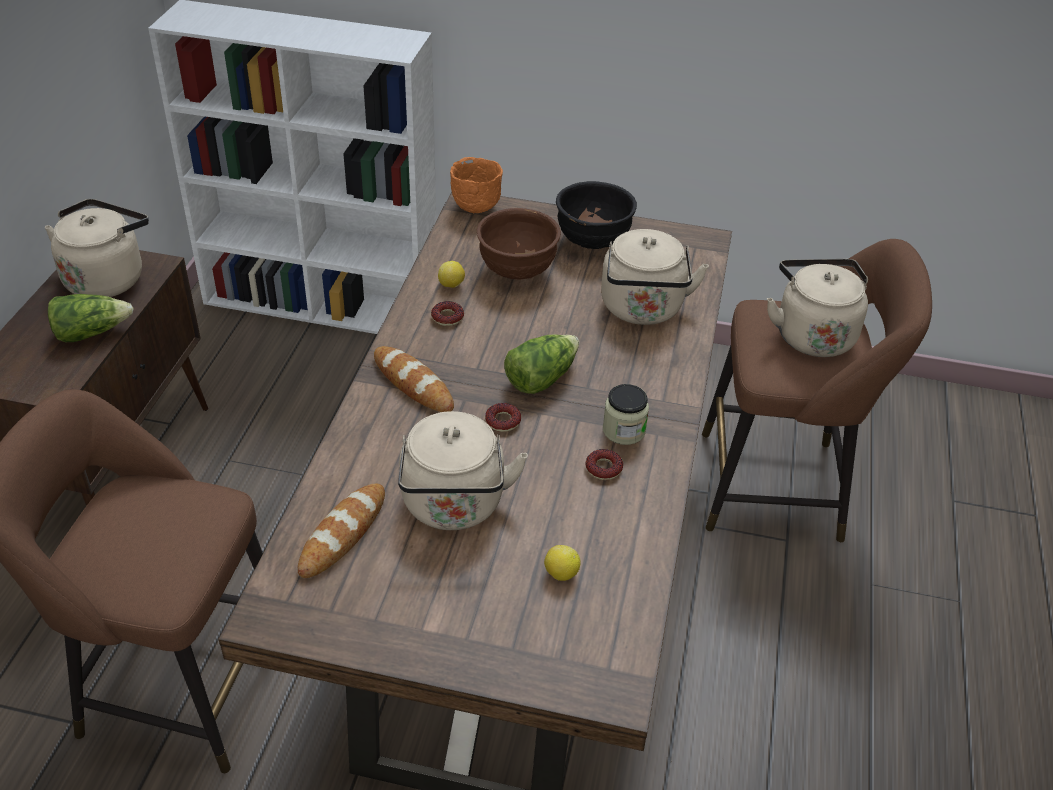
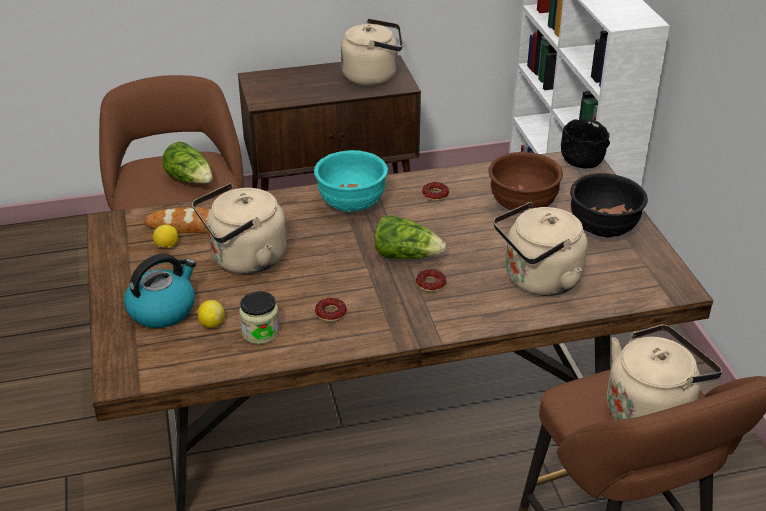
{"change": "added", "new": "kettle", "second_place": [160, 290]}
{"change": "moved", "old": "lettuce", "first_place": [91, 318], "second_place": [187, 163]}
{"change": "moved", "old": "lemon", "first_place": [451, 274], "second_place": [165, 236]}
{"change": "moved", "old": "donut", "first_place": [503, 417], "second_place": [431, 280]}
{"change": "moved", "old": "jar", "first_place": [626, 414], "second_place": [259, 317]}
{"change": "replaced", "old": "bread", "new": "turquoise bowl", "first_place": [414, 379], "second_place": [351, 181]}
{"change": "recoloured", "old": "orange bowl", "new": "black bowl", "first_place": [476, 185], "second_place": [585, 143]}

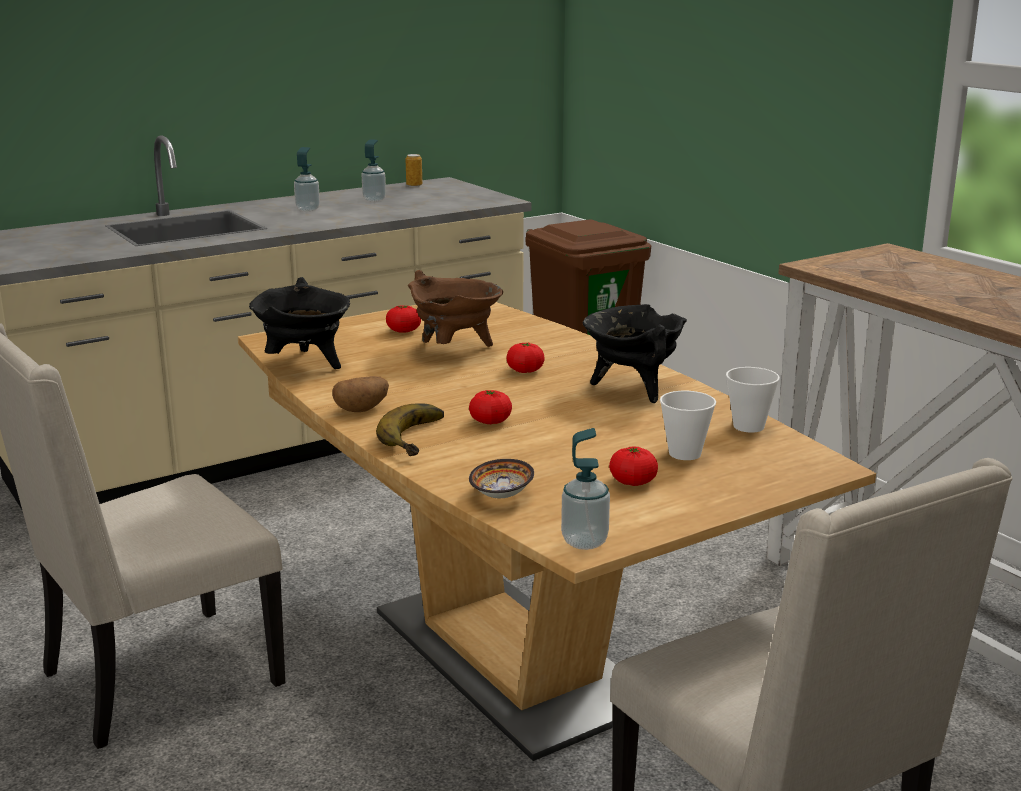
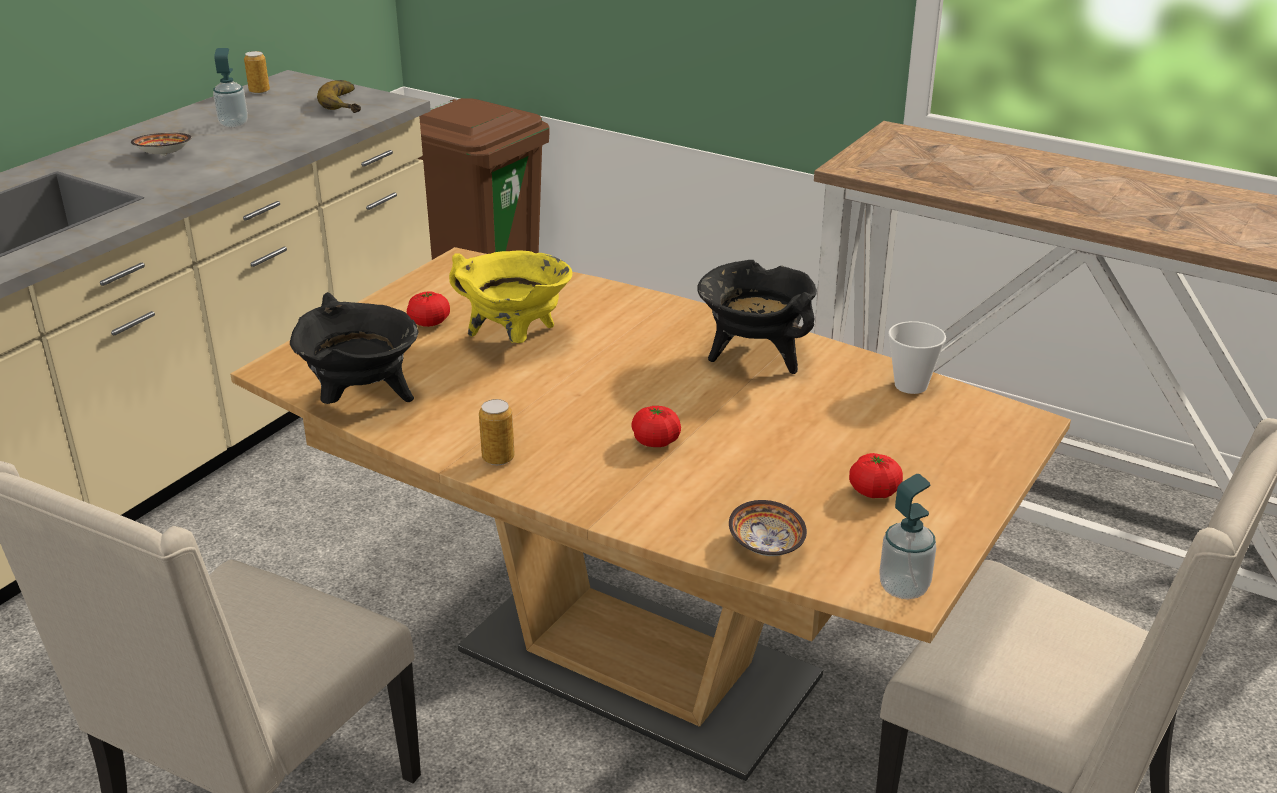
{"change": "removed", "old": "tomato", "first_place": [525, 358]}
{"change": "removed", "old": "cup", "first_place": [688, 425]}
{"change": "moved", "old": "banana", "first_place": [410, 429], "second_place": [339, 96]}
{"change": "replaced", "old": "soap dispenser", "new": "bowl", "first_place": [307, 179], "second_place": [161, 144]}
{"change": "replaced", "old": "potato", "new": "can", "first_place": [360, 394], "second_place": [497, 432]}
{"change": "recoloured", "old": "brown cooking pot", "new": "yellow cooking pot", "first_place": [455, 308], "second_place": [510, 297]}

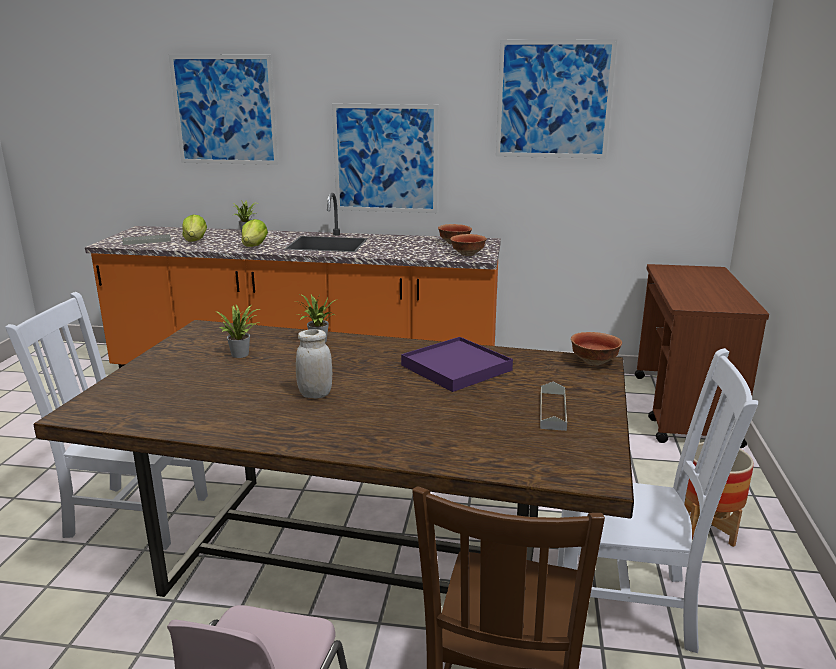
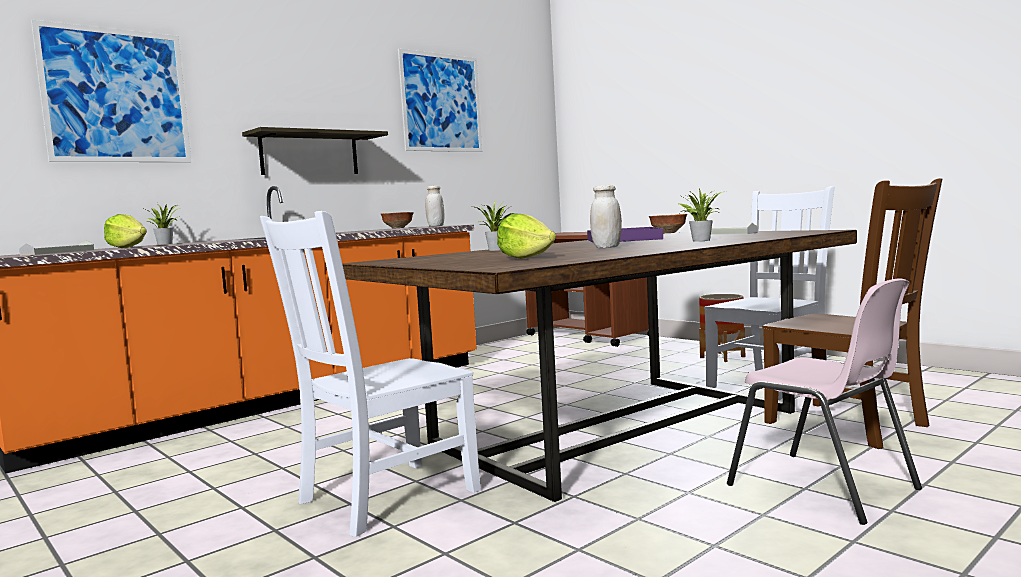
{"change": "moved", "old": "potted plant", "first_place": [237, 331], "second_place": [700, 215]}
{"change": "moved", "old": "lettuce", "first_place": [255, 233], "second_place": [526, 236]}
{"change": "replaced", "old": "picture", "new": "shelf", "first_place": [385, 158], "second_place": [315, 151]}
{"change": "replaced", "old": "bowl", "new": "white jar", "first_place": [468, 245], "second_place": [434, 206]}

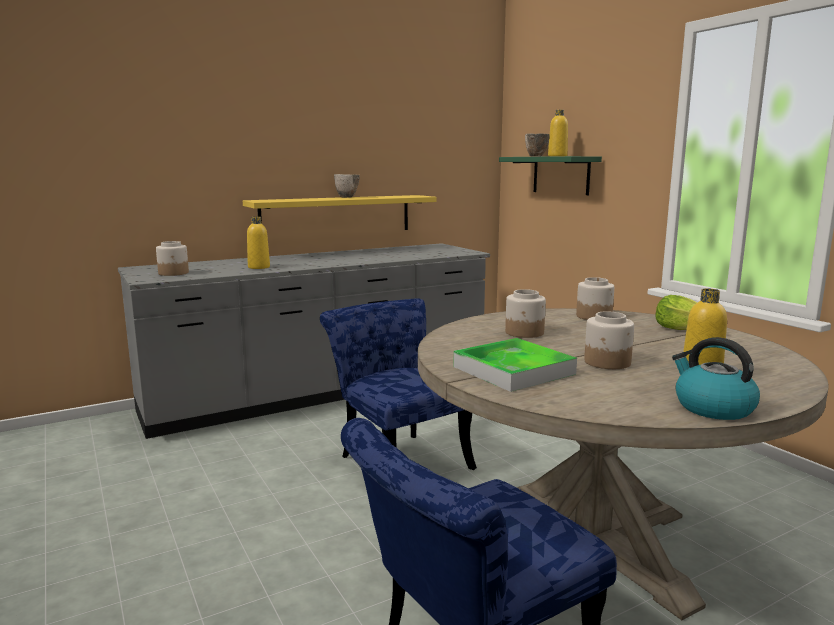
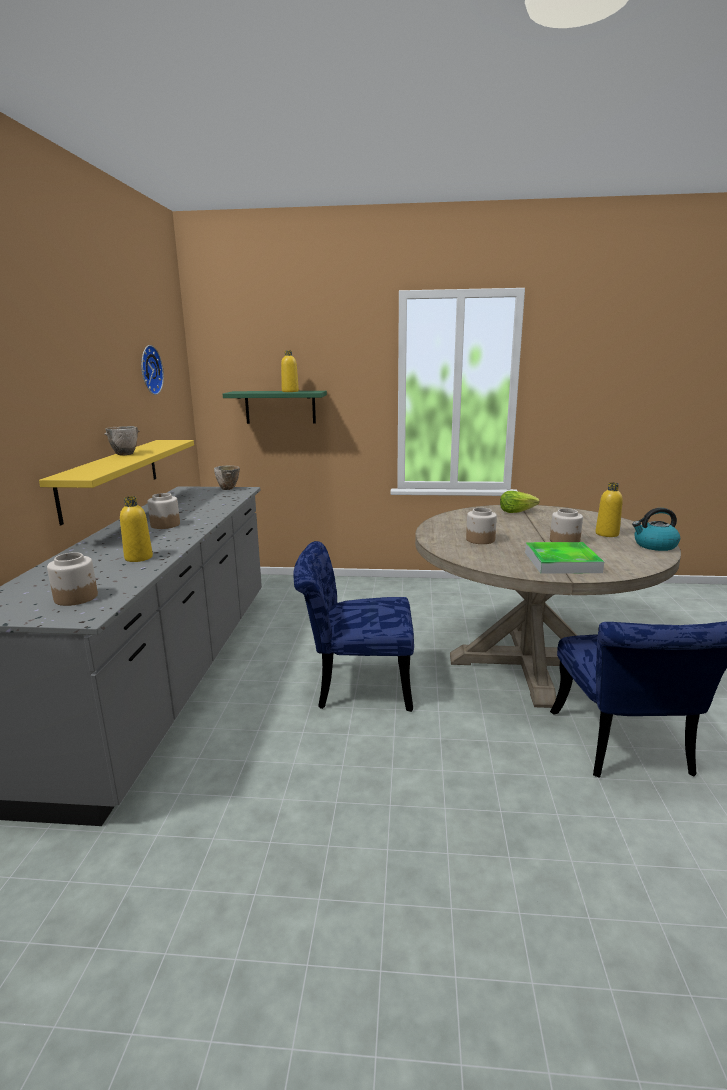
{"change": "added", "new": "wall clock", "second_place": [152, 370]}
{"change": "moved", "old": "bowl", "first_place": [537, 145], "second_place": [227, 477]}
{"change": "moved", "old": "jar", "first_place": [595, 298], "second_place": [163, 511]}

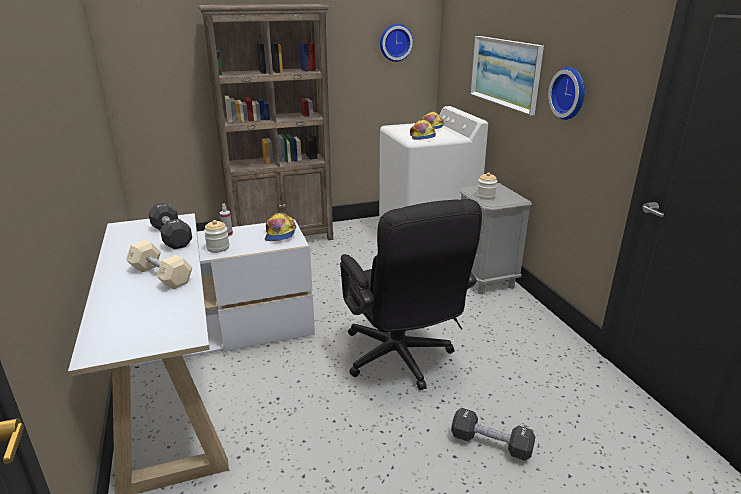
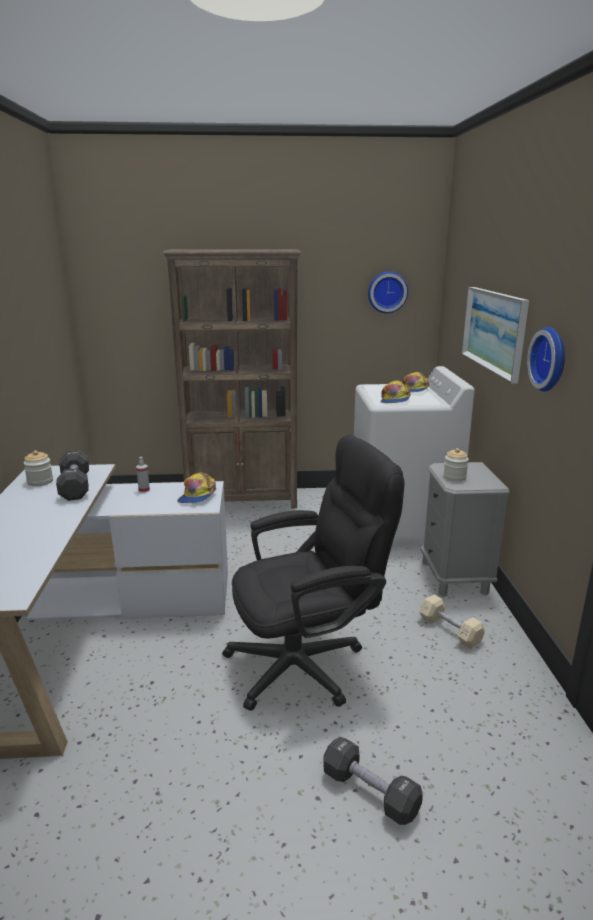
{"change": "moved", "old": "beige dumbbell", "first_place": [159, 264], "second_place": [452, 621]}
{"change": "moved", "old": "jar", "first_place": [217, 236], "second_place": [38, 468]}
{"change": "turned", "old": "black office chair", "first_place": [411, 294], "second_place": [313, 573], "degrees": -105}

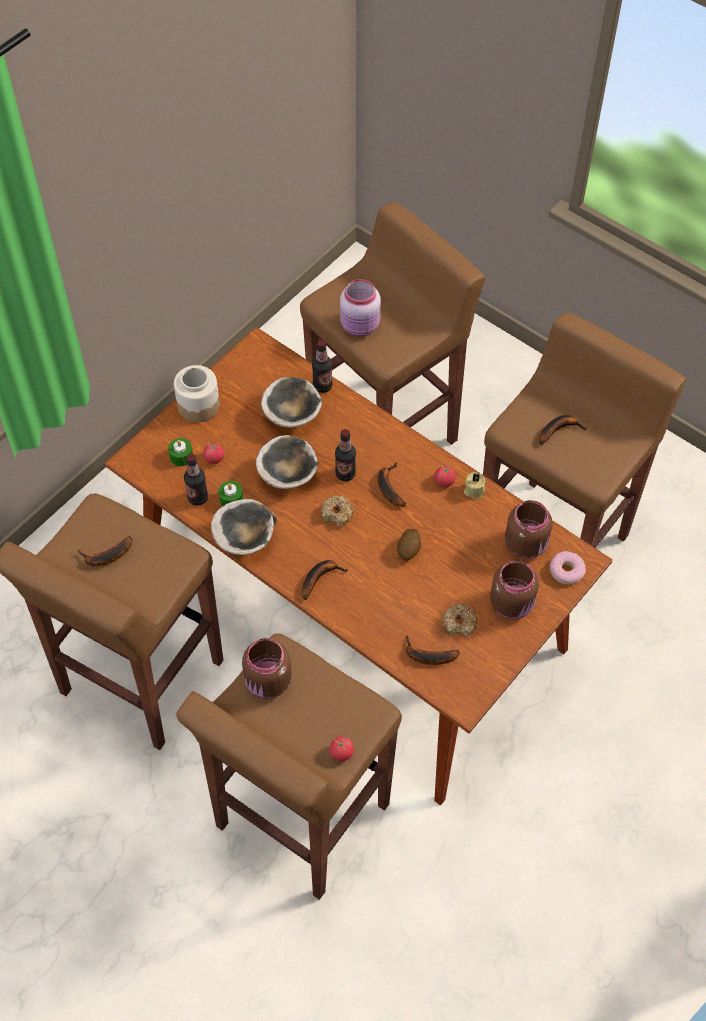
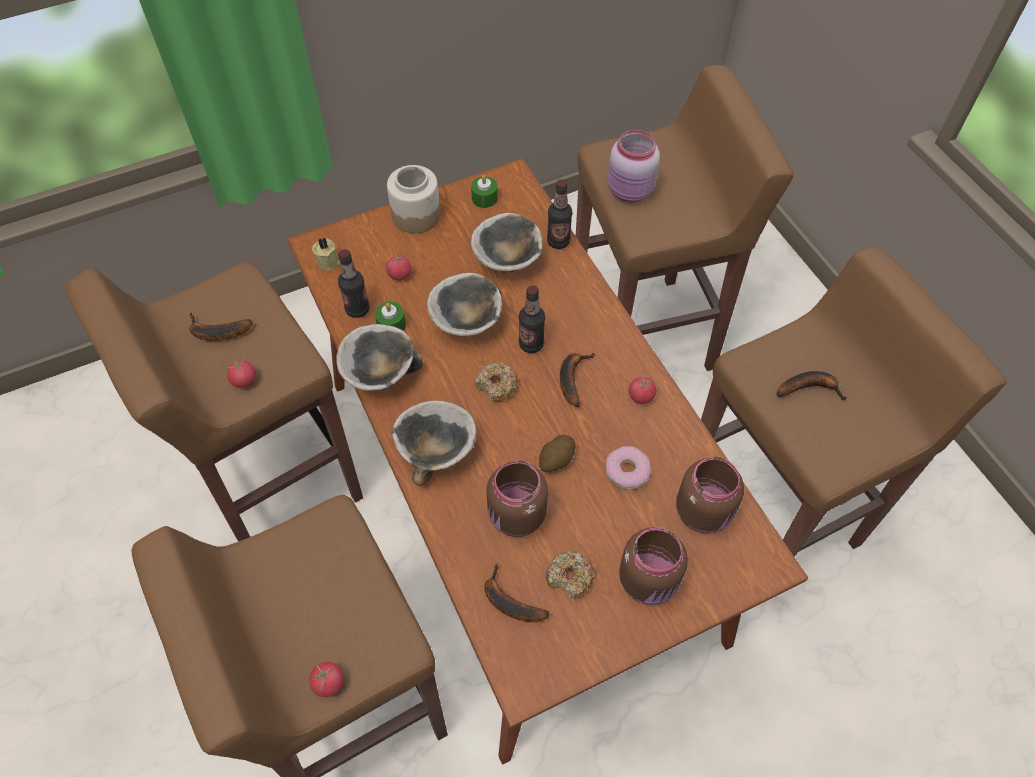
{"change": "added", "new": "tomato", "second_place": [241, 373]}
{"change": "moved", "old": "green candle", "first_place": [180, 452], "second_place": [484, 191]}
{"change": "moved", "old": "brown jar", "first_place": [267, 668], "second_place": [517, 498]}
{"change": "moved", "old": "beige candle", "first_place": [474, 485], "second_place": [326, 254]}
{"change": "moved", "old": "donut", "first_place": [568, 568], "second_place": [628, 468]}
{"change": "replaced", "old": "banana", "new": "bowl", "first_place": [325, 580], "second_place": [434, 443]}

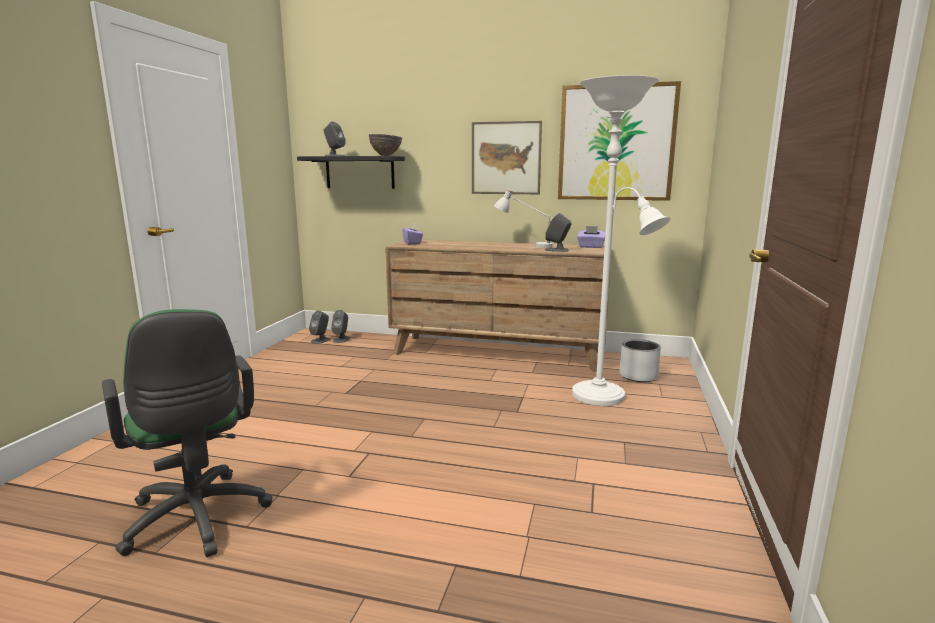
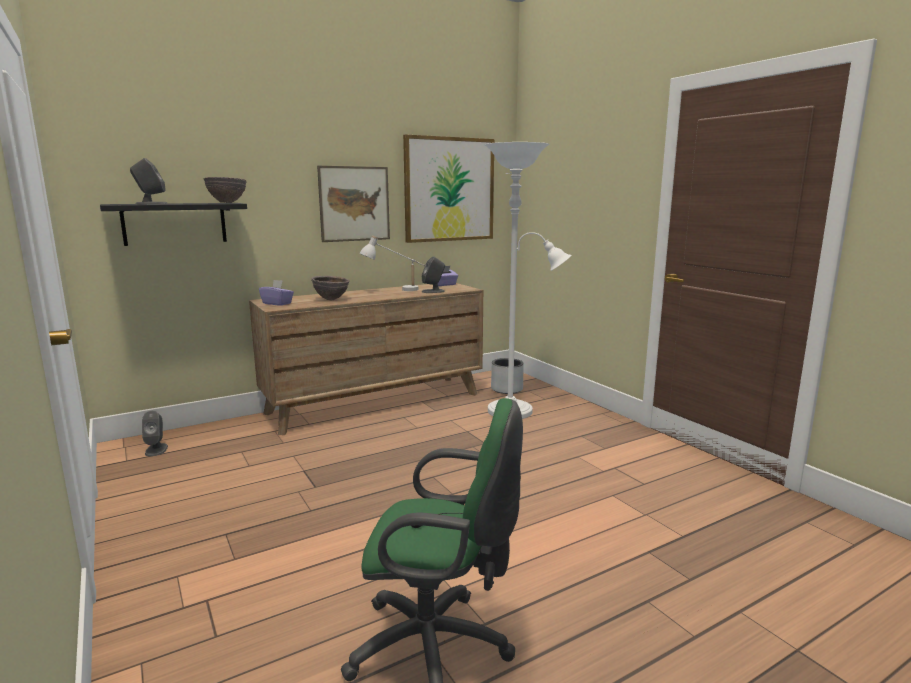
{"change": "removed", "old": "grey speaker", "first_place": [340, 326]}
{"change": "added", "new": "brown bowl", "second_place": [330, 288]}

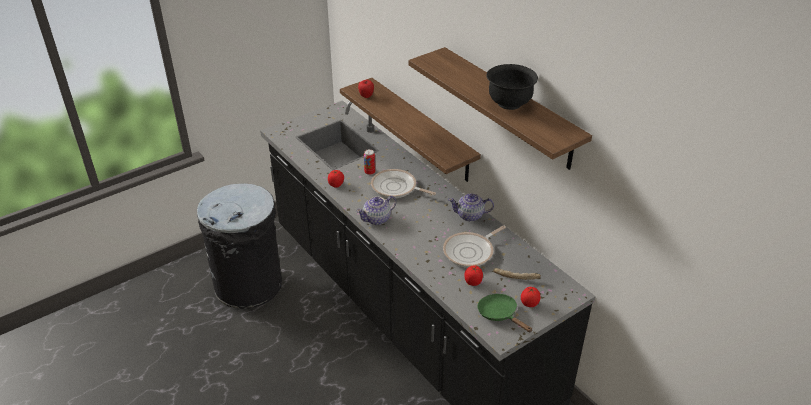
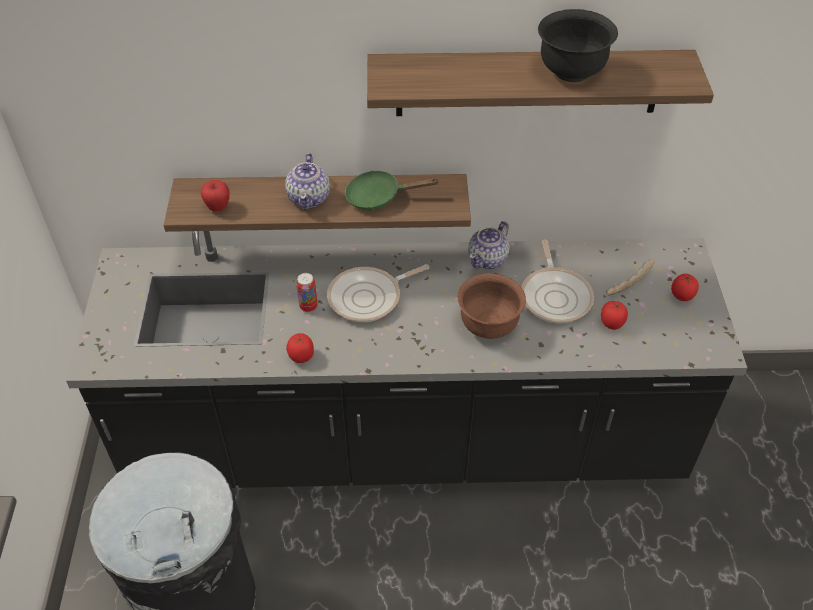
{"change": "added", "new": "brown bowl", "second_place": [492, 306]}
{"change": "moved", "old": "teapot", "first_place": [376, 210], "second_place": [307, 181]}
{"change": "moved", "old": "green frying pan", "first_place": [505, 313], "second_place": [392, 190]}

